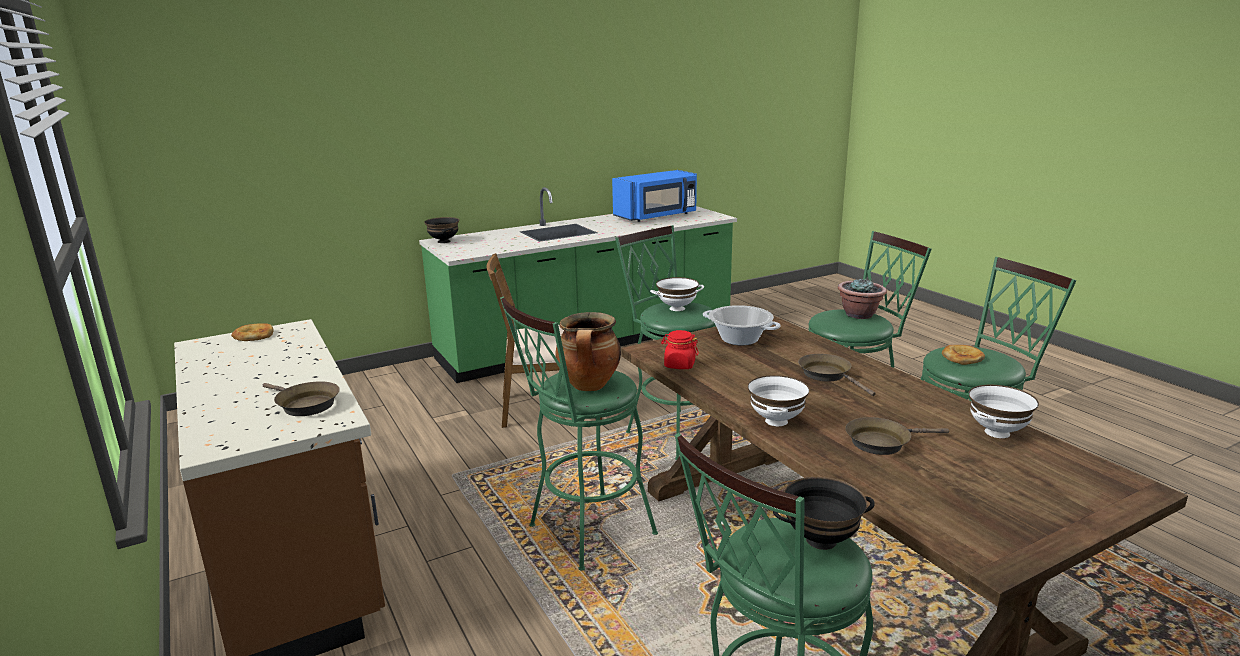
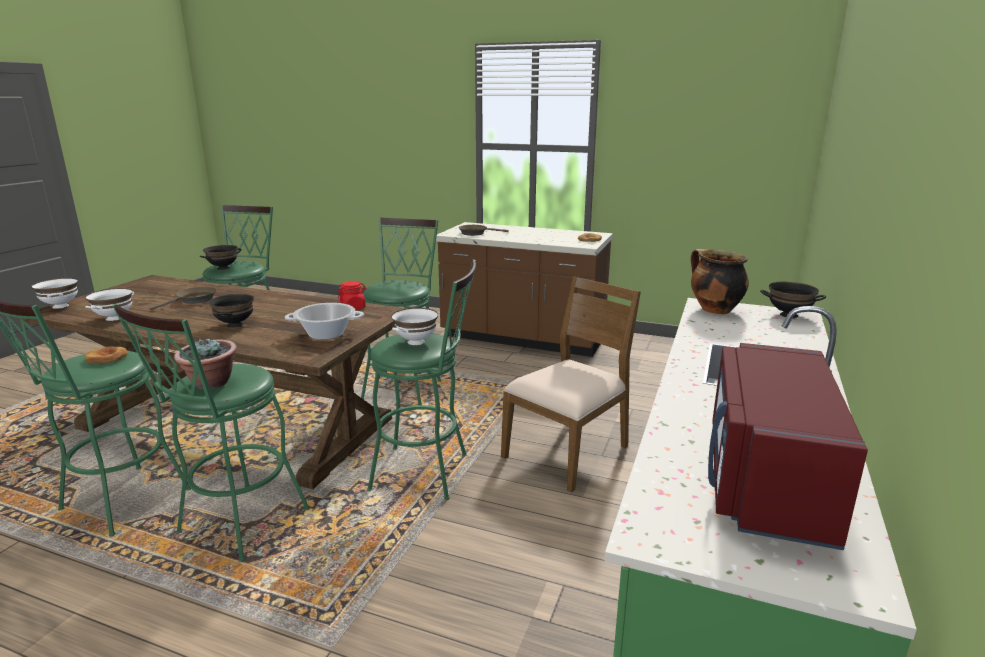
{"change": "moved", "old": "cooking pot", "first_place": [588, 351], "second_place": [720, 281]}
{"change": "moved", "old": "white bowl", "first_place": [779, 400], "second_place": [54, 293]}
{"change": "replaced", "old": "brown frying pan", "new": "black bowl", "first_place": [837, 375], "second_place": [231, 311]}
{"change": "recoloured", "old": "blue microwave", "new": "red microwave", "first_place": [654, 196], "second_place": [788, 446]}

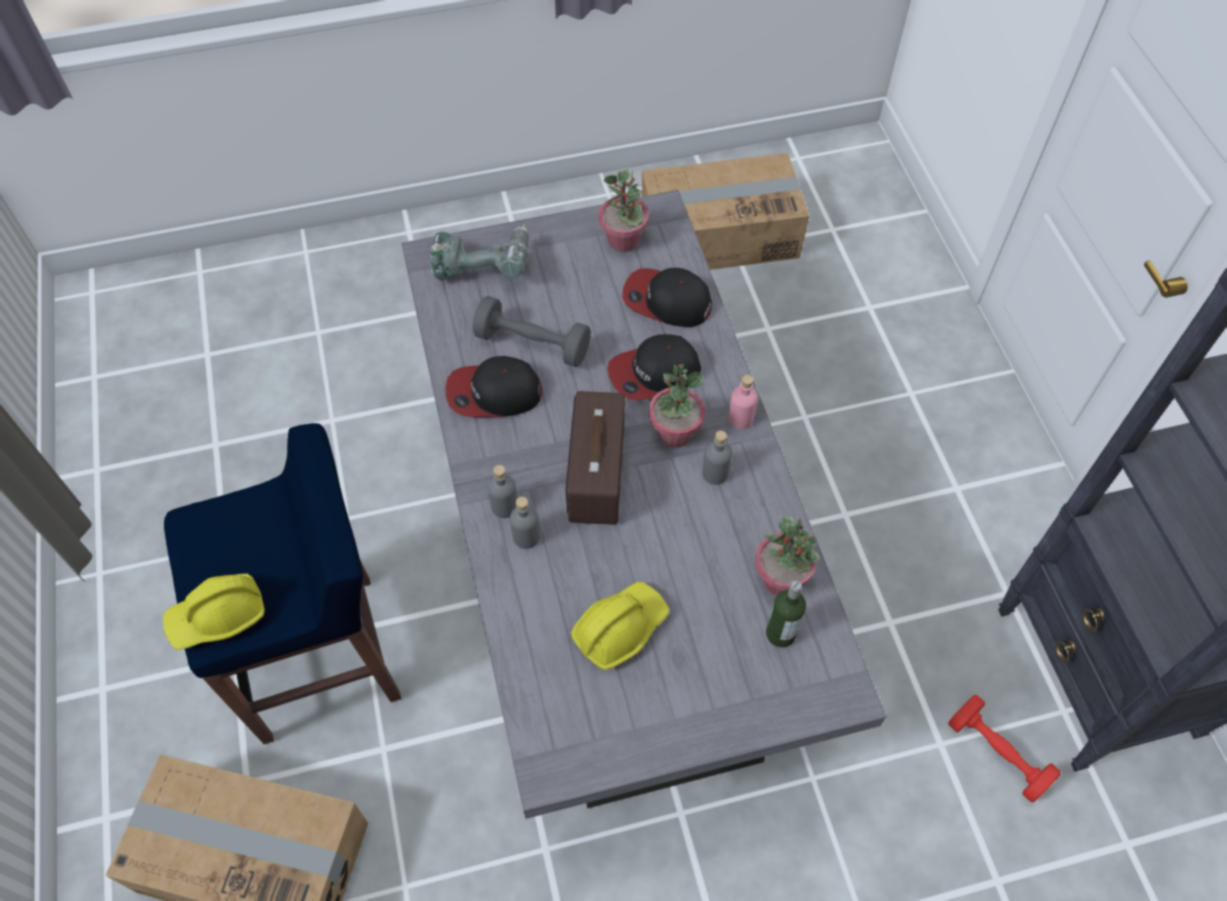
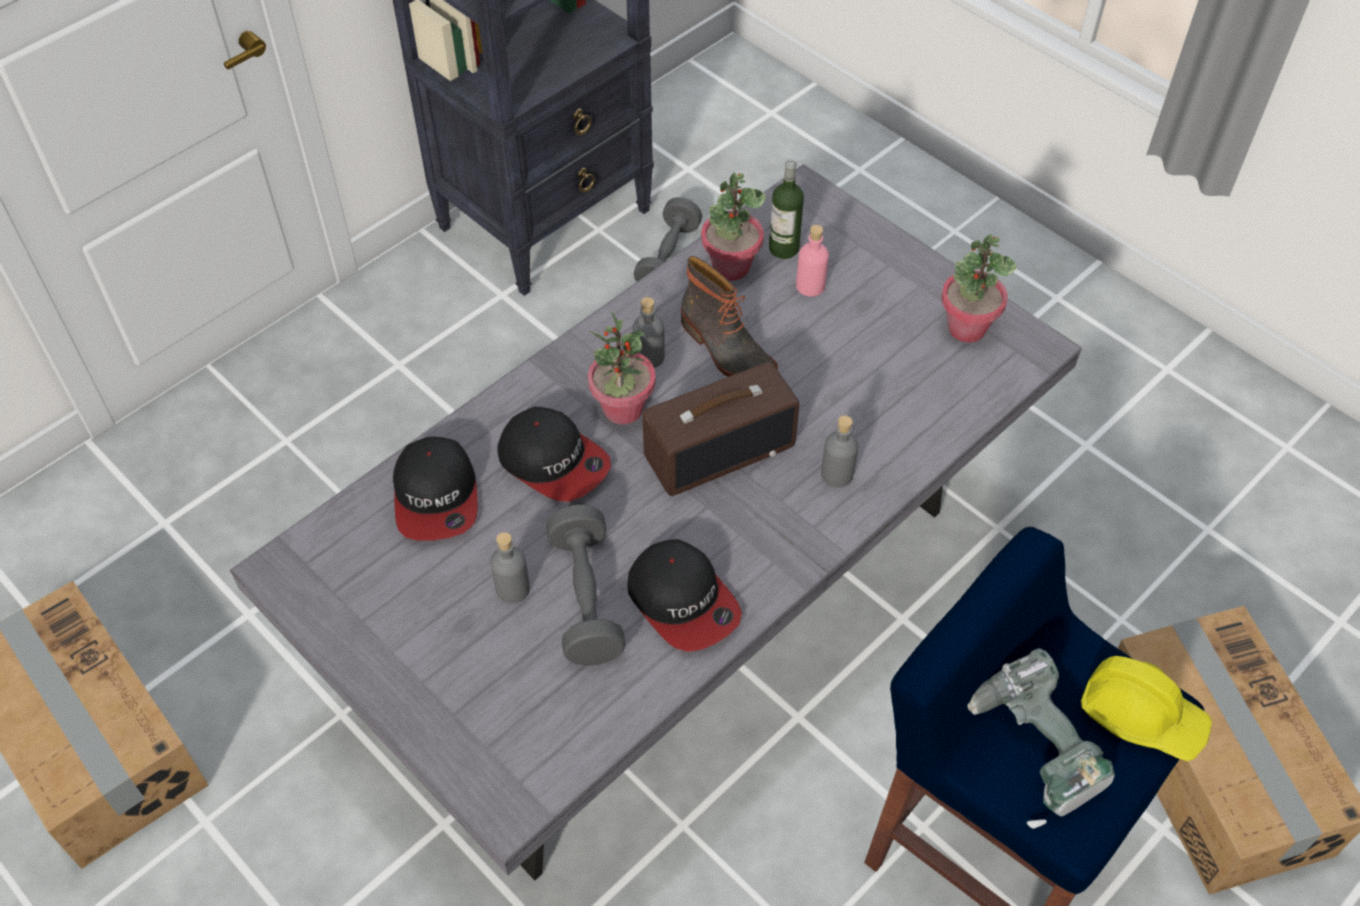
{"change": "removed", "old": "yellow hard hat", "first_place": [620, 626]}
{"change": "added", "new": "boot", "second_place": [729, 316]}
{"change": "moved", "old": "power drill", "first_place": [479, 252], "second_place": [1041, 738]}
{"change": "moved", "old": "grey bottle", "first_place": [502, 491], "second_place": [510, 568]}
{"change": "moved", "old": "potted plant", "first_place": [624, 210], "second_place": [979, 288]}
{"change": "moved", "old": "pink bottle", "first_place": [743, 402], "second_place": [812, 261]}
{"change": "recoloured", "old": "red dumbbell", "new": "grey dumbbell", "first_place": [1004, 748], "second_place": [667, 239]}

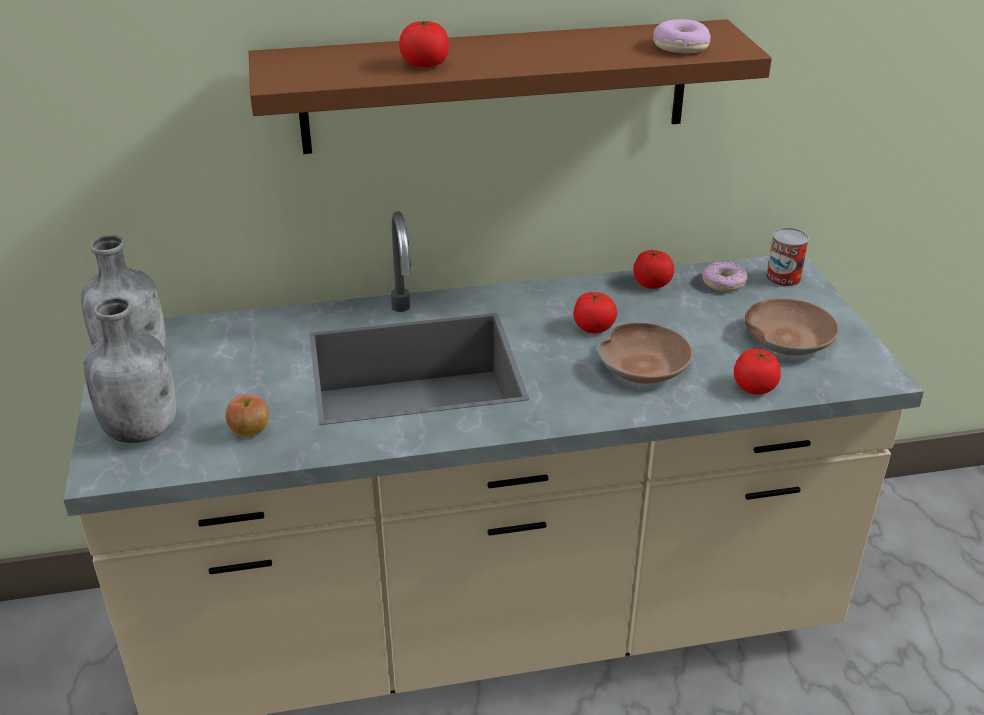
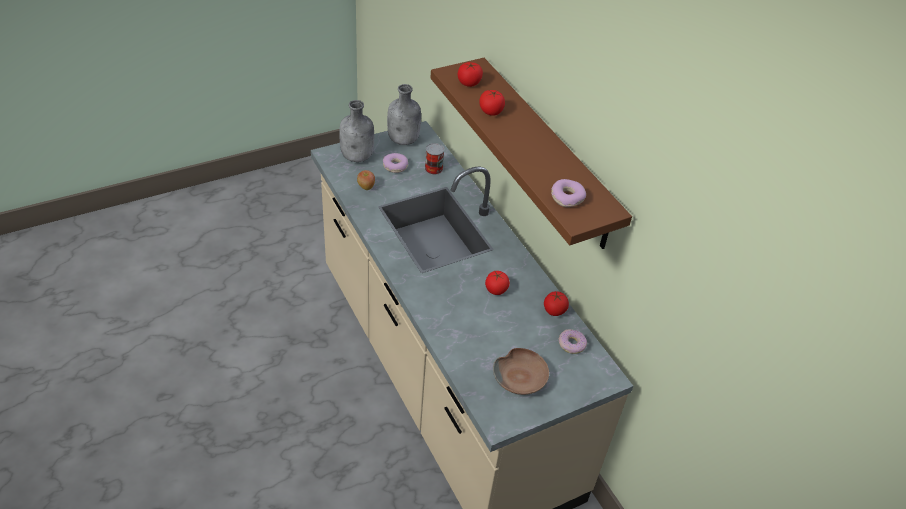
{"change": "removed", "old": "brown bowl", "first_place": [645, 353]}
{"change": "added", "new": "donut", "second_place": [395, 163]}
{"change": "moved", "old": "tomato", "first_place": [757, 372], "second_place": [470, 74]}
{"change": "moved", "old": "can", "first_place": [787, 257], "second_place": [435, 159]}

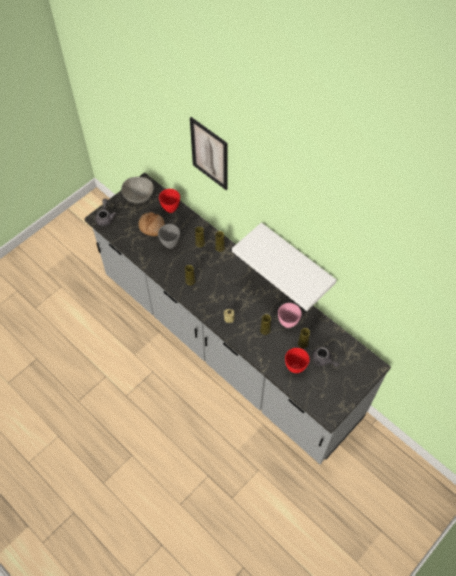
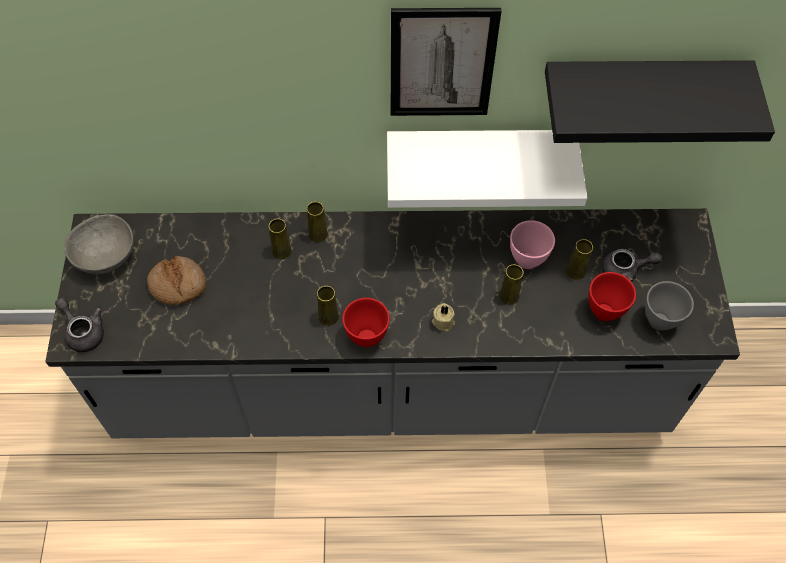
{"change": "added", "new": "black shelf", "second_place": [660, 101]}
{"change": "moved", "old": "grey bowl", "first_place": [169, 236], "second_place": [669, 306]}
{"change": "moved", "old": "red bowl", "first_place": [169, 201], "second_place": [366, 322]}
{"change": "moved", "old": "picture", "first_place": [209, 153], "second_place": [446, 62]}

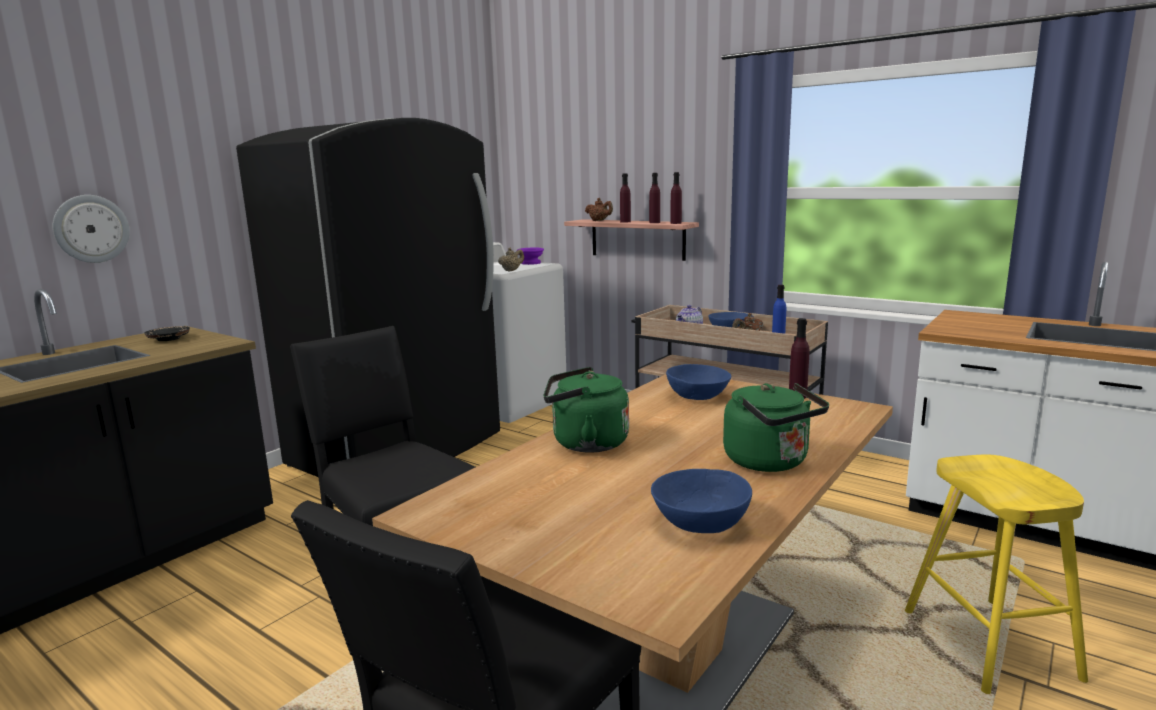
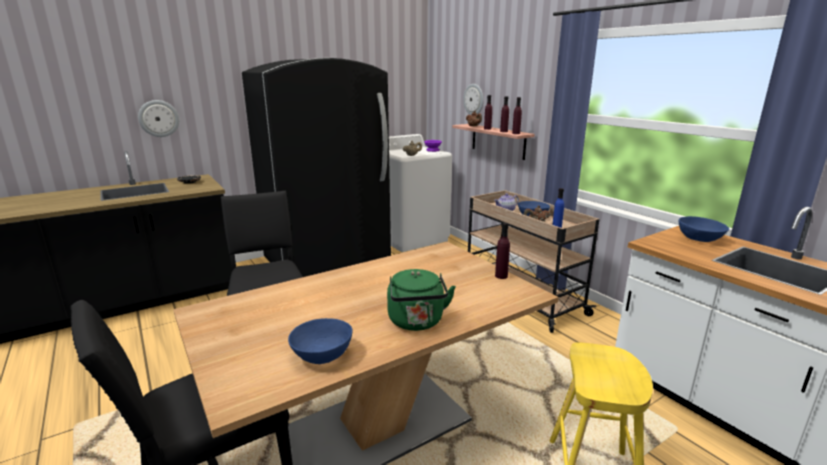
{"change": "removed", "old": "green kettle", "first_place": [586, 410]}
{"change": "added", "new": "wall clock", "second_place": [473, 99]}
{"change": "moved", "old": "blue bowl", "first_place": [698, 382], "second_place": [704, 229]}

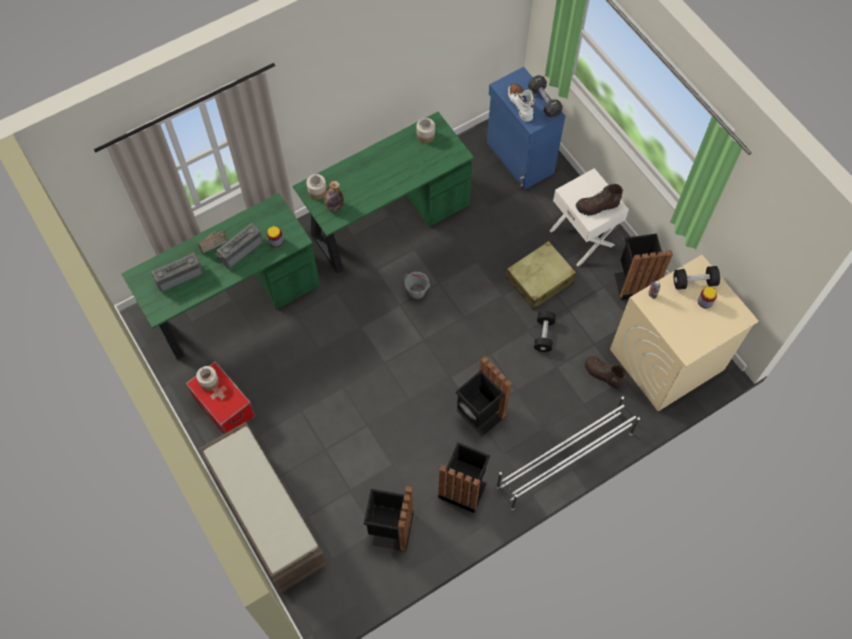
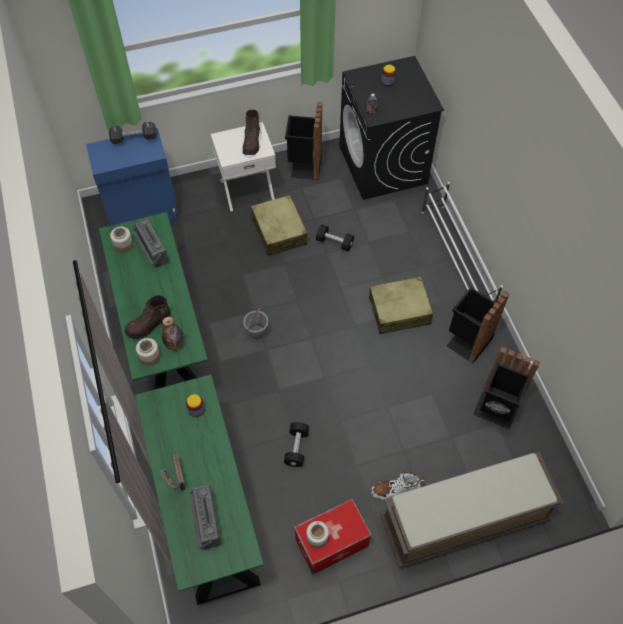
{"change": "moved", "old": "radio", "first_place": [239, 246], "second_place": [151, 243]}
{"change": "moved", "old": "white boot", "first_place": [521, 102], "second_place": [398, 485]}
{"change": "moved", "old": "brown boot", "first_place": [605, 372], "second_place": [147, 317]}
{"change": "moved", "old": "black dumbbell", "first_place": [697, 278], "second_place": [296, 444]}
{"change": "replaced", "old": "black trash can", "new": "beige suitcase", "first_place": [484, 396], "second_place": [401, 305]}
{"change": "recoloured", "old": "beige washing machine", "new": "black washing machine", "first_place": [684, 333], "second_place": [391, 128]}

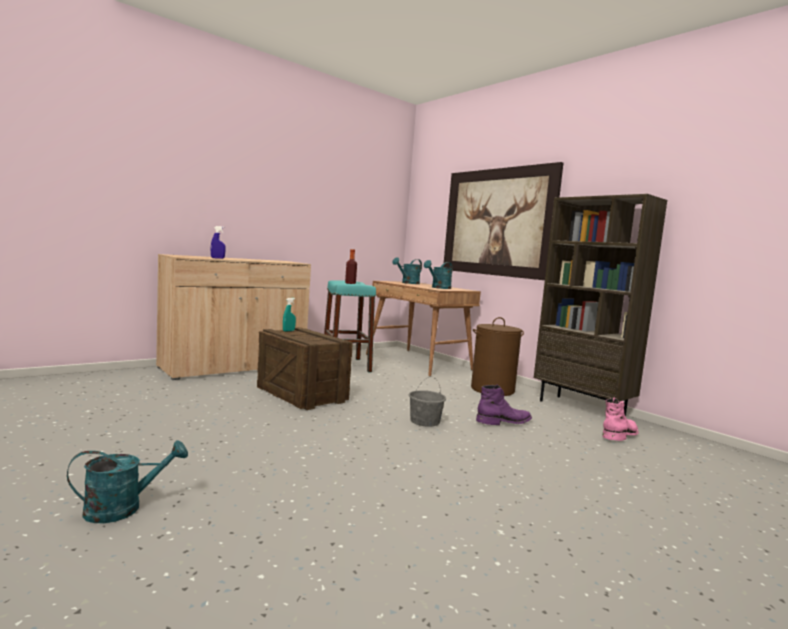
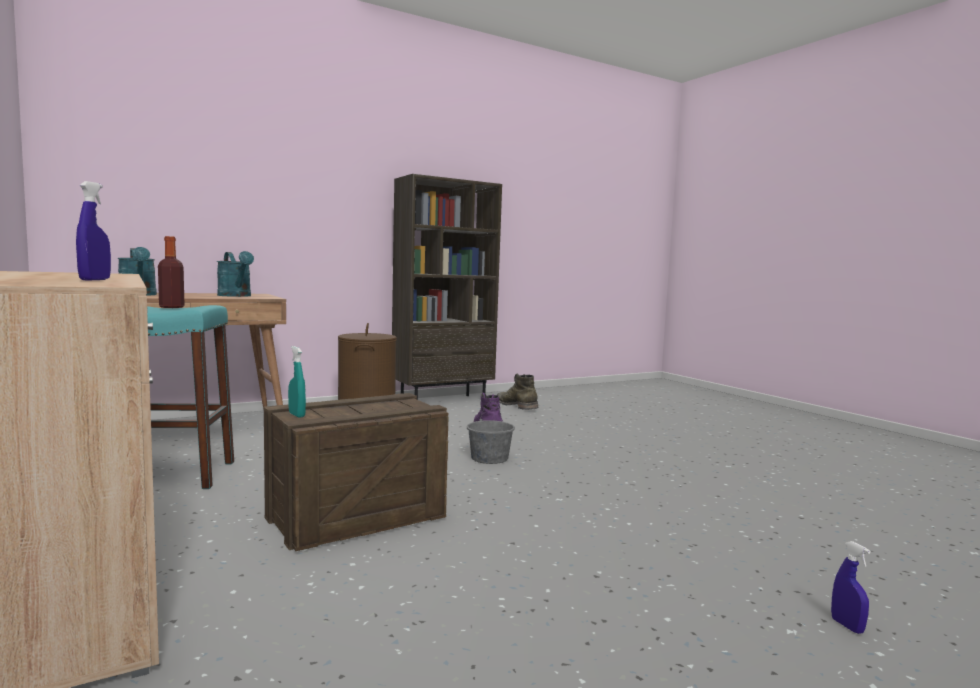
{"change": "removed", "old": "picture", "first_place": [503, 221]}
{"change": "replaced", "old": "turquoise watering can", "new": "blue spray bottle", "first_place": [127, 481], "second_place": [851, 587]}
{"change": "recoloured", "old": "pink boot", "new": "green boot", "first_place": [620, 419], "second_place": [517, 392]}

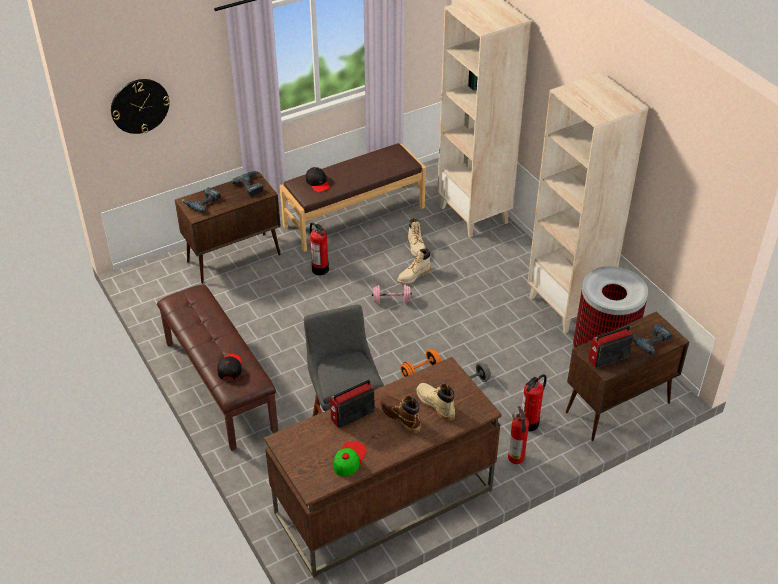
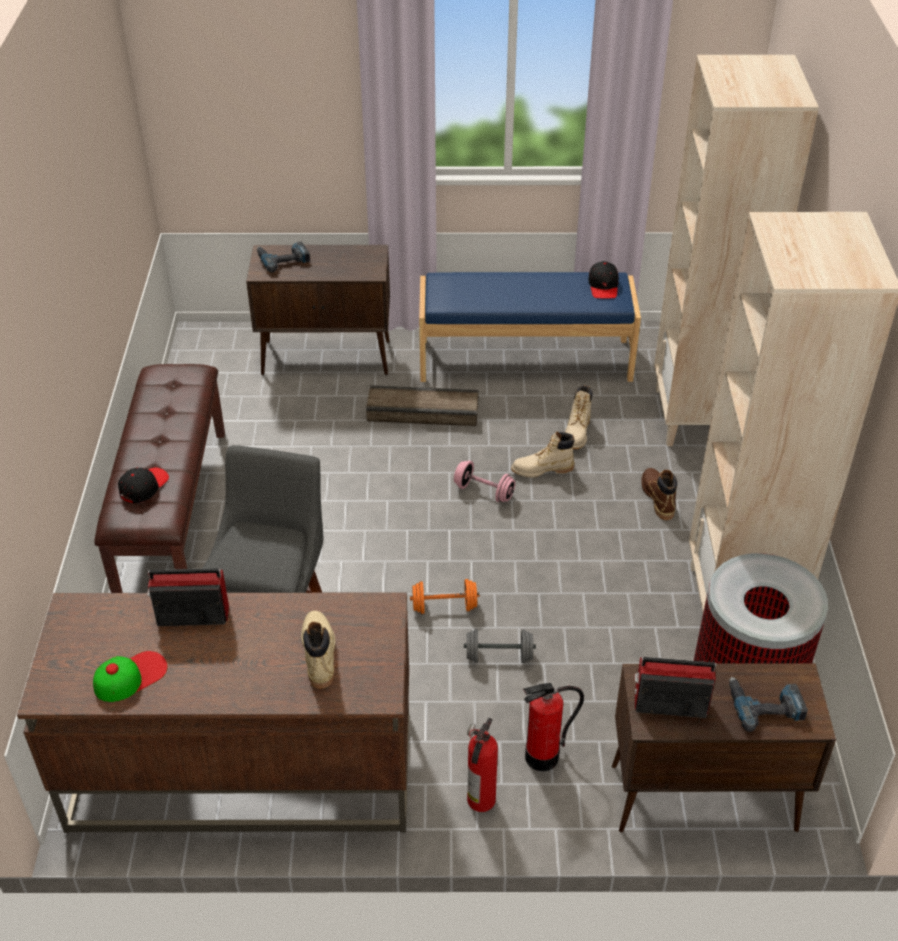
{"change": "removed", "old": "wall clock", "first_place": [140, 106]}
{"change": "removed", "old": "power drill", "first_place": [247, 184]}
{"change": "moved", "old": "black cap", "first_place": [318, 179], "second_place": [603, 279]}
{"change": "moved", "old": "brown boot", "first_place": [401, 414], "second_place": [659, 494]}
{"change": "replaced", "old": "fire extinguisher", "new": "crate", "first_place": [319, 249], "second_place": [422, 405]}
{"change": "recoloured", "old": "brown bench", "new": "blue bench", "first_place": [353, 197], "second_place": [530, 327]}

